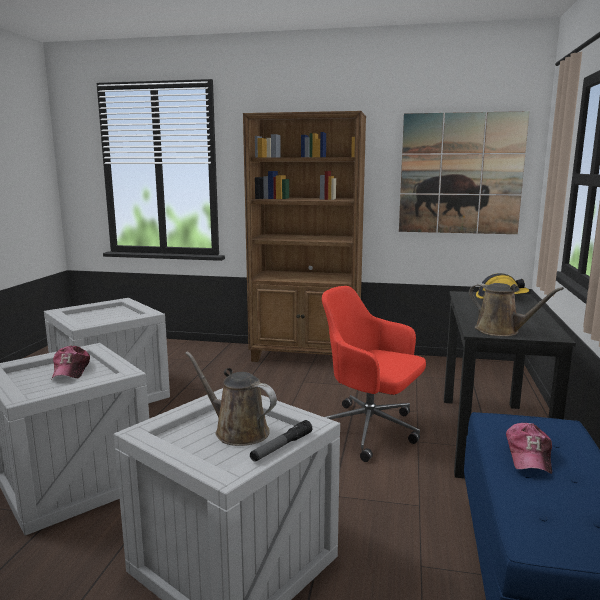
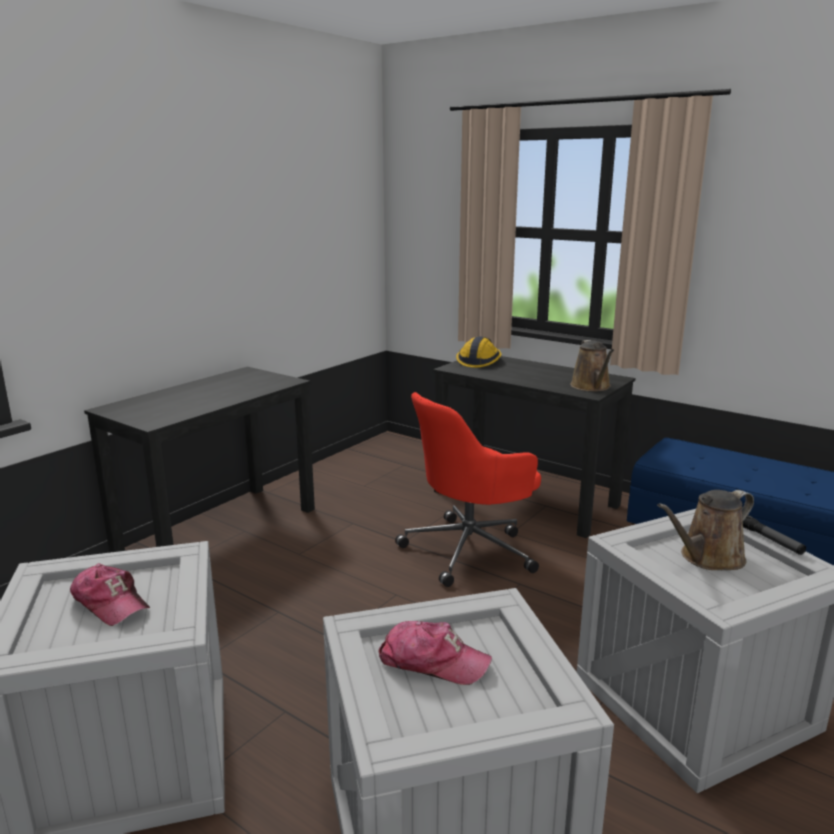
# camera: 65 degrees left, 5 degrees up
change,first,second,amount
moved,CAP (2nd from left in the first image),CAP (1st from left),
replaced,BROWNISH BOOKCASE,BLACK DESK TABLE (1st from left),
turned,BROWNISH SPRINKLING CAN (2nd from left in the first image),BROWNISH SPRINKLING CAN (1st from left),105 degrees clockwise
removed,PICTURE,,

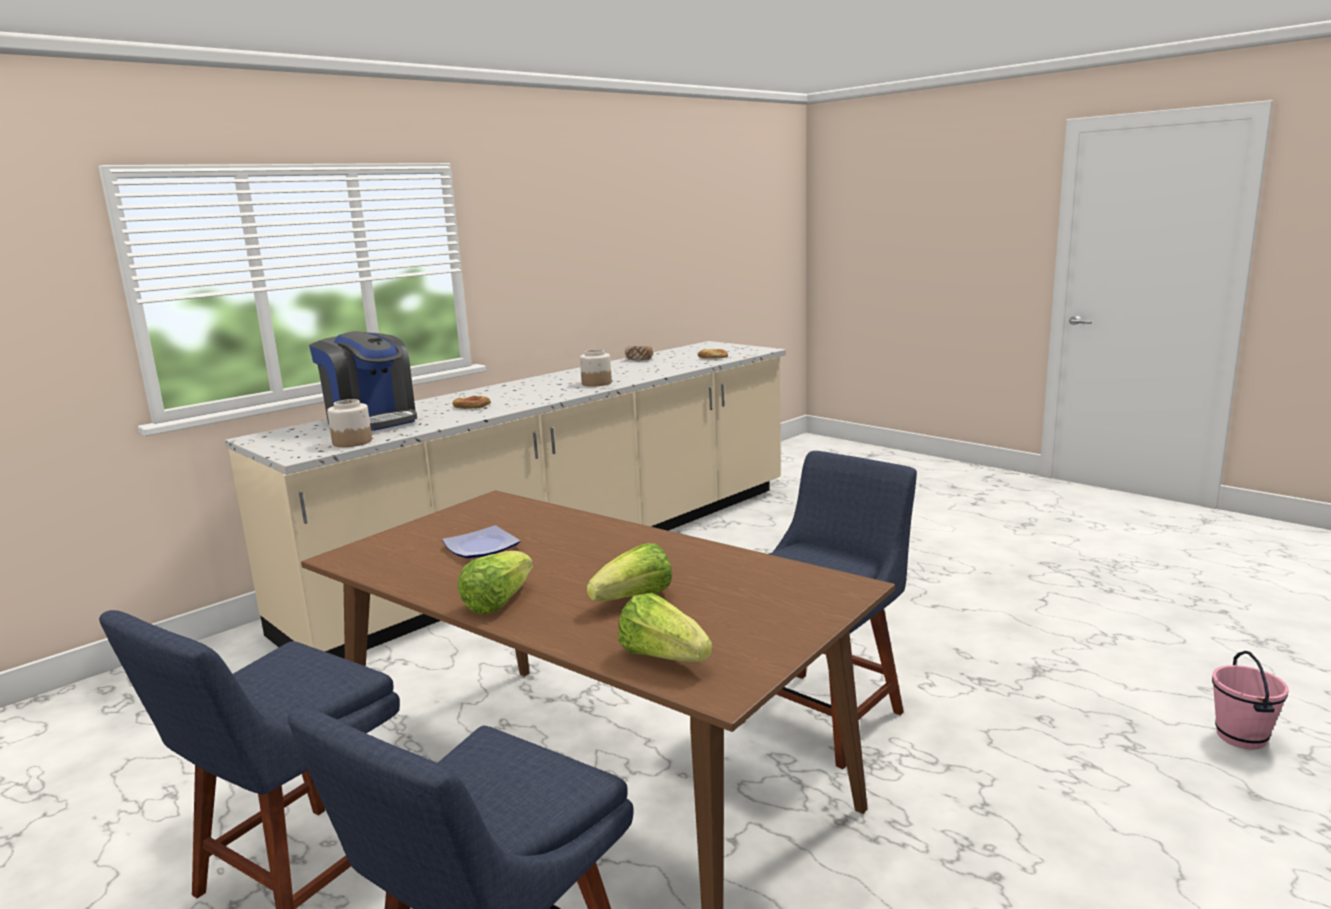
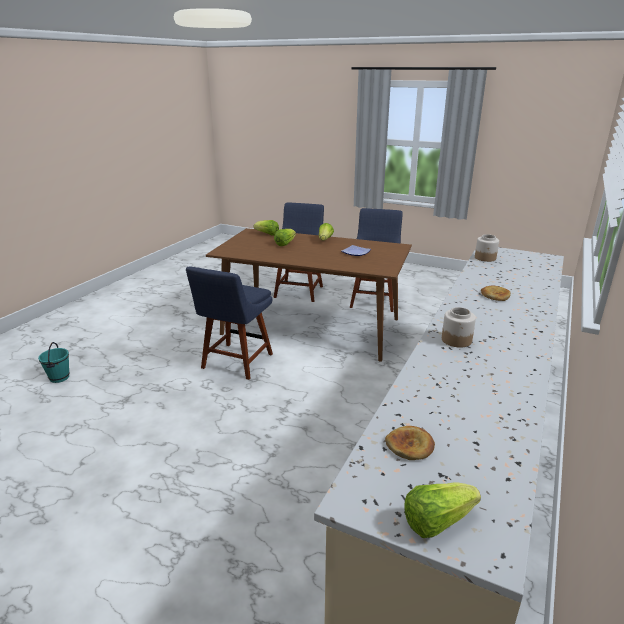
# camera: 160 degrees right, 10 degrees up
change,first,second,amount
recoloured,PINK-COLOURED BUCKET,TURQUOISE-COLOURED BUCKET,
added,,HEAD OF LETTUCE (4th from left),
removed,COFFEE MACHINE,,
removed,BREAD (2nd from left),,

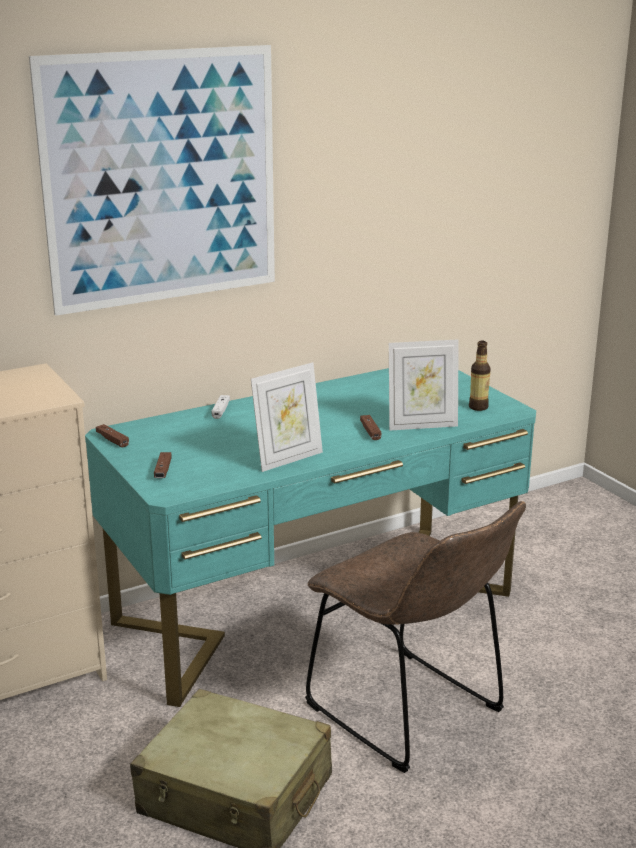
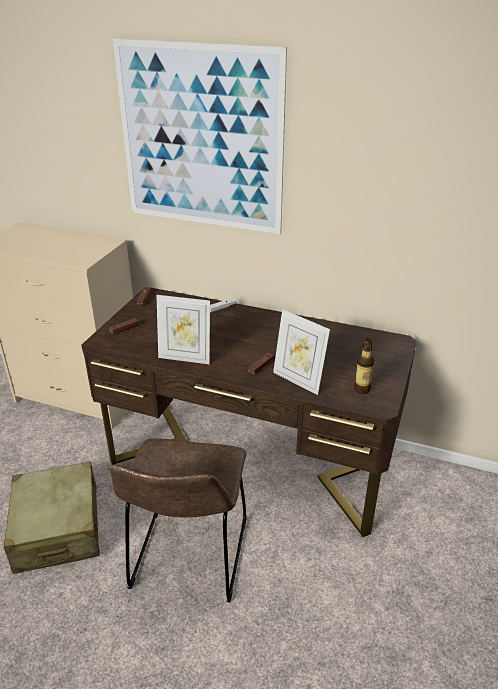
# camera: 50 degrees right, 10 degrees up
change,first,second,amount
recoloured,TURQUOISE-COLOURED DESK TABLE,BROWNISH DESK TABLE,

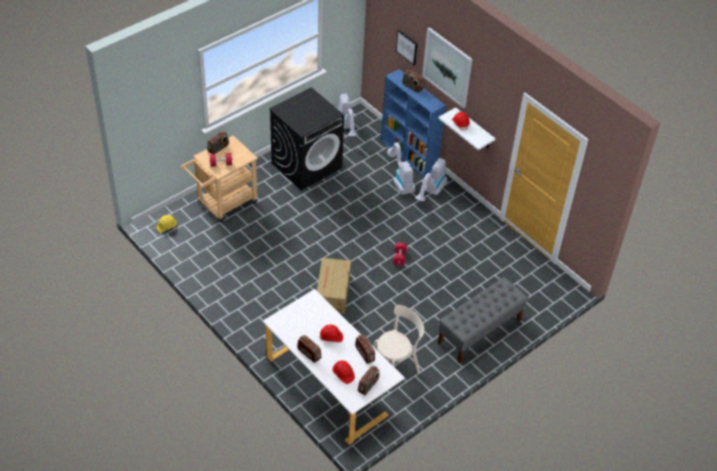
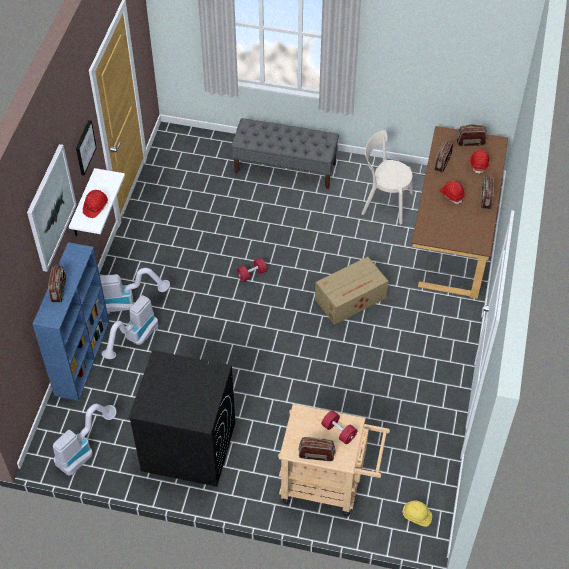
# camera: 125 degrees left, 5 degrees up
change,first,second,amount
moved,PICTURE (1st from left in the first image),PICTURE (2nd from left),
recoloured,WHITE DESK TABLE,BROWNISH DESK TABLE,

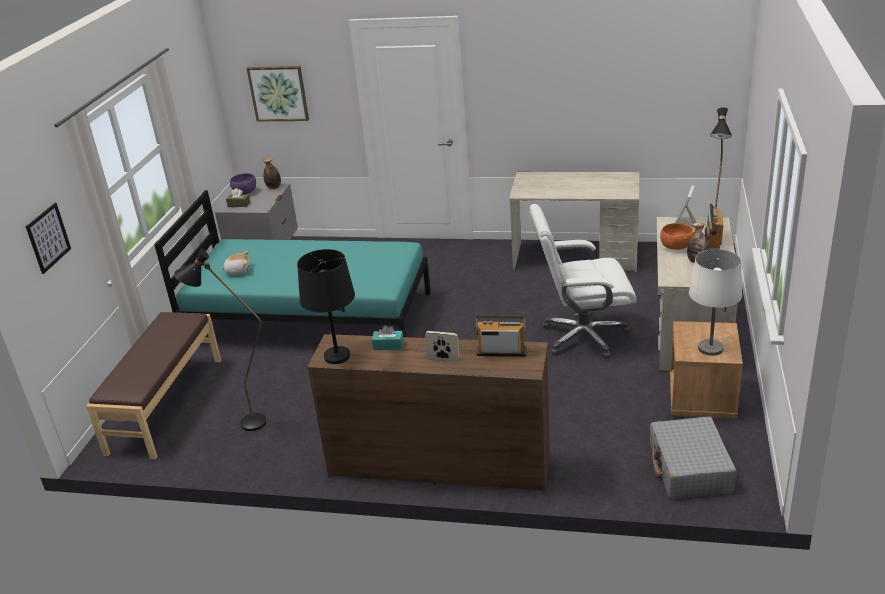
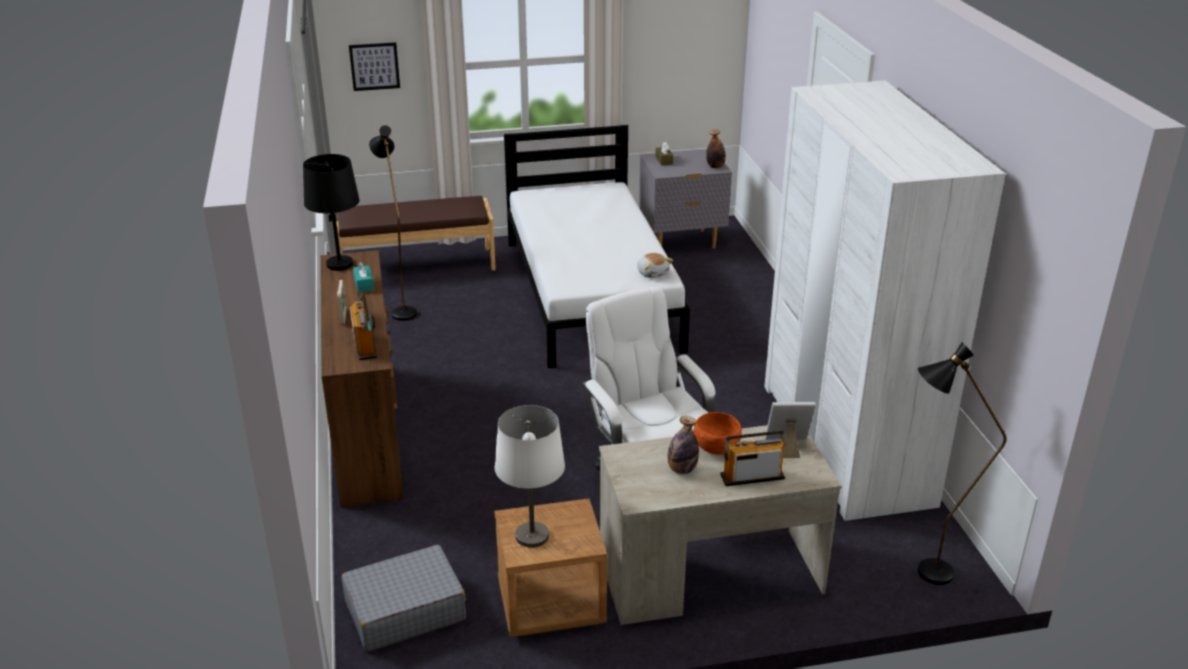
# camera: 65 degrees right, 0 degrees up
change,first,second,amount
recoloured,TURQUOISE-COLOURED BEDROOM BED,WHITE BEDROOM BED,
moved,CUDDLY TOY,,
replaced,SAND-COLOURED DESK TABLE (1st from left),WHITE WARDROBE,
removed,PURPLISH DEEP DISH,,
removed,PICTURE (2nd from left),,

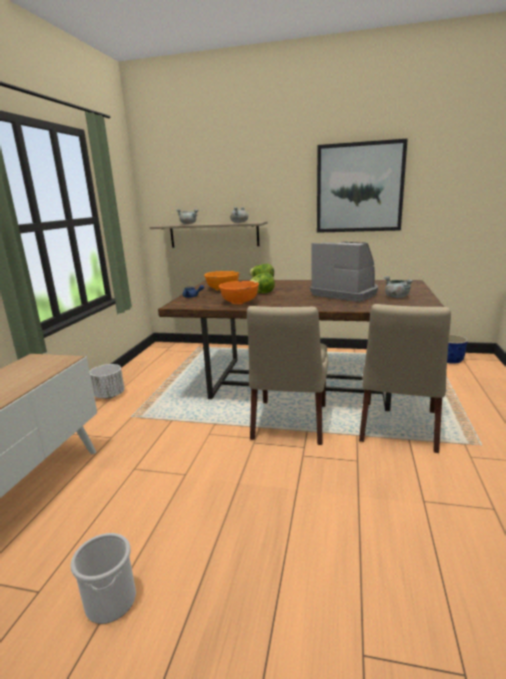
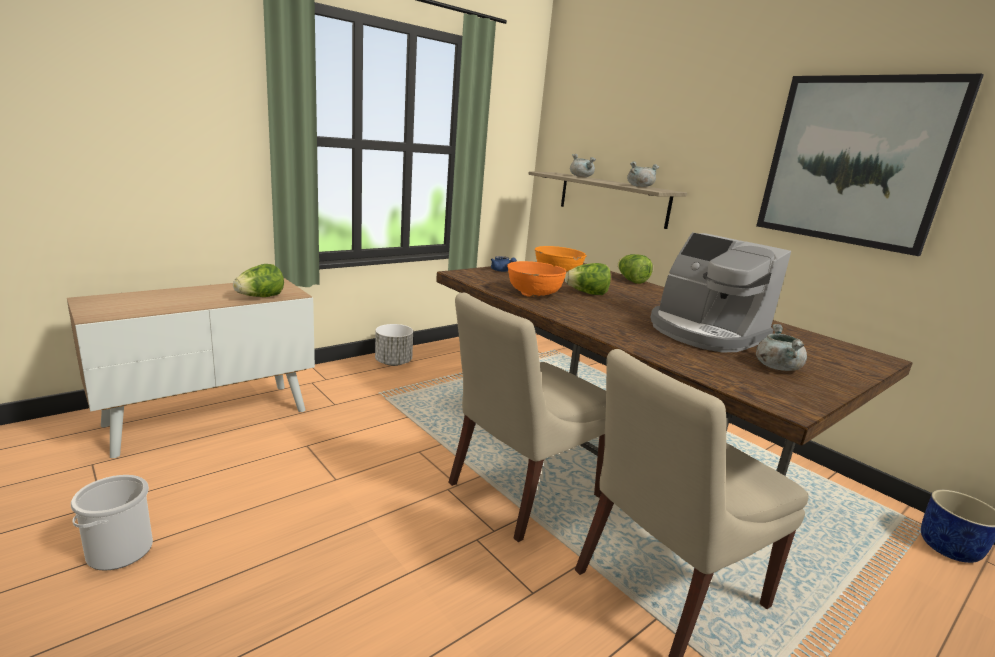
# camera: 35 degrees right, 0 degrees up
change,first,second,amount
added,,HEAD OF LETTUCE (1st from left),
turned,COFFEE MACHINE,,150 degrees clockwise

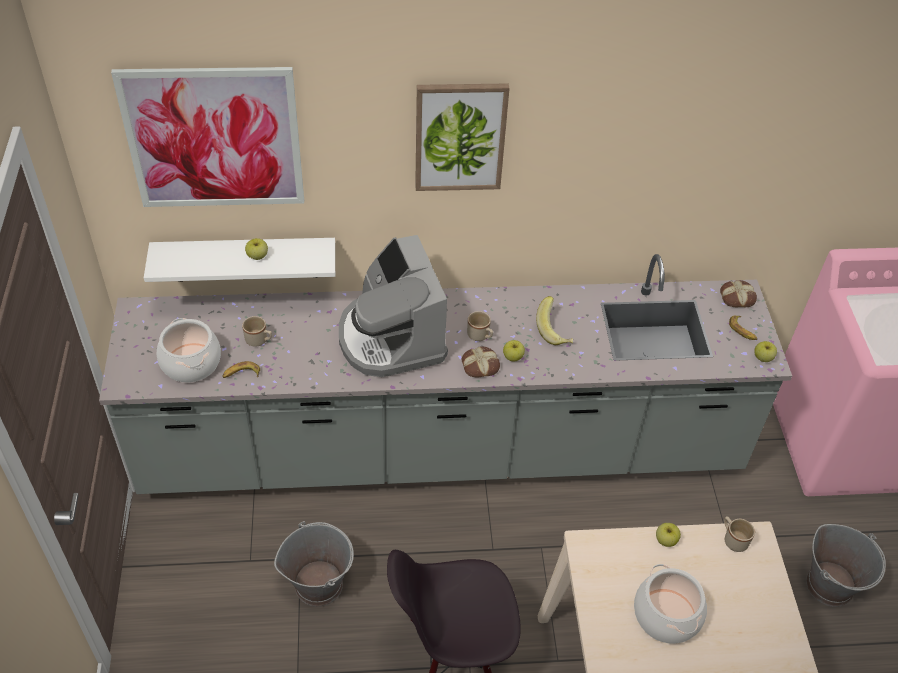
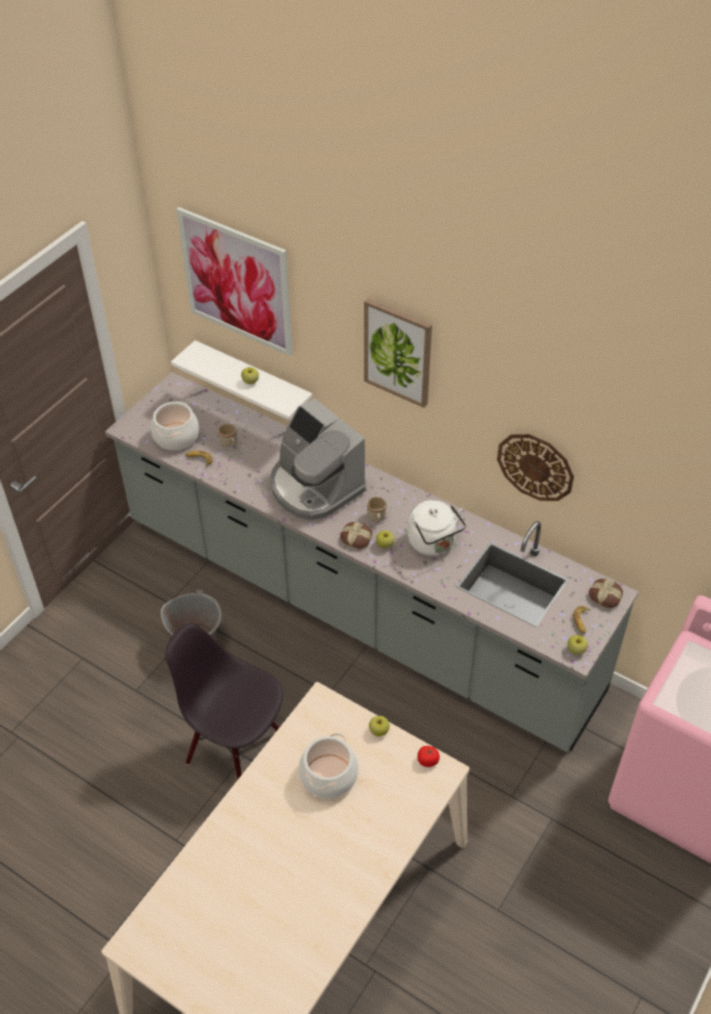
# camera: 40 degrees right, 0 degrees up
change,first,second,amount
turned,COFFEE MACHINE,,60 degrees counterclockwise
replaced,WHOLE BANANA (2nd from left),WHITE TEA KETTLE,
replaced,SAND-COLOURED TEA MUG (3rd from left),TOMATO,
added,,CLOCK ON THE WALL,
removed,GREYISH BUCKET (2nd from left),,

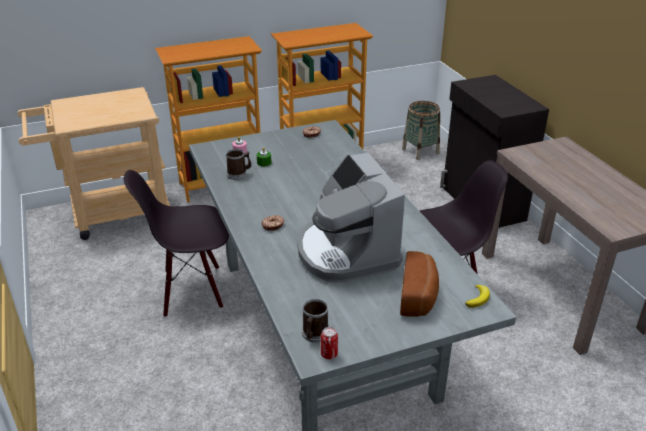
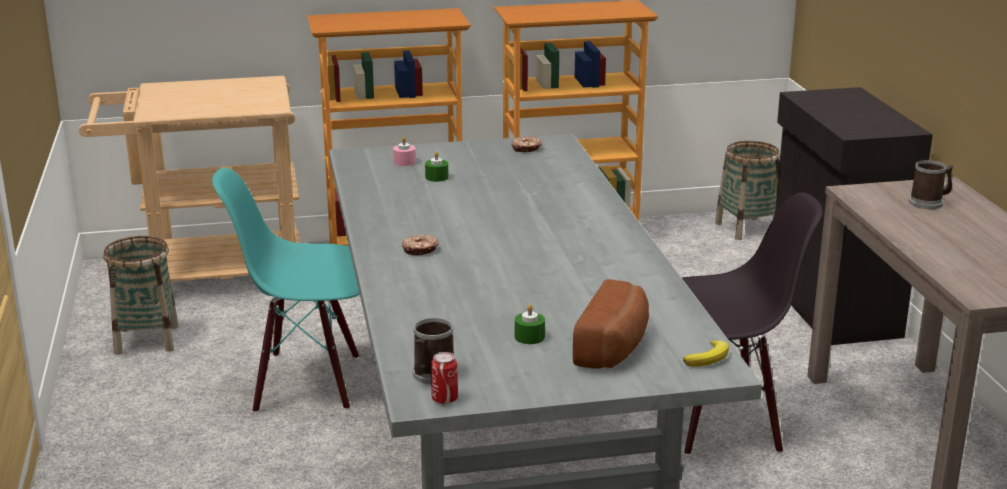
# camera: 10 degrees right, 10 degrees down
change,first,second,amount
added,,BASKET (1st from left),
recoloured,BLACK PLAIN CHAIR (1st from left),TURQUOISE-COLOURED PLAIN CHAIR,
added,,GREEN CANDLE (2nd from left),
moved,TEA MUG (1st from left in the first image),TEA MUG (2nd from left),
removed,COFFEE MACHINE,,

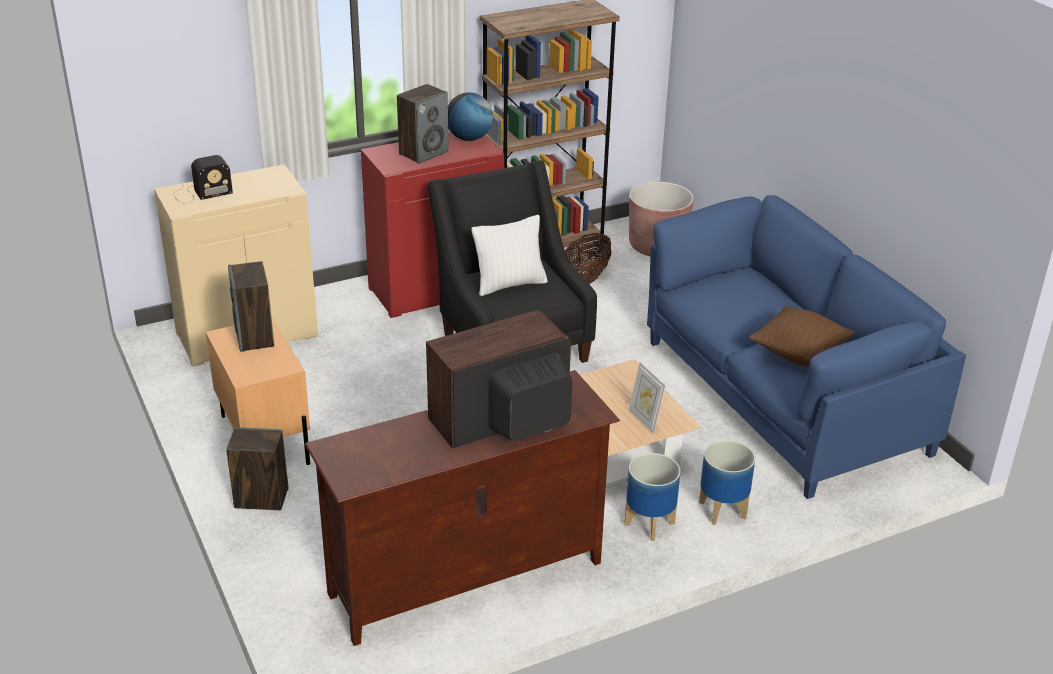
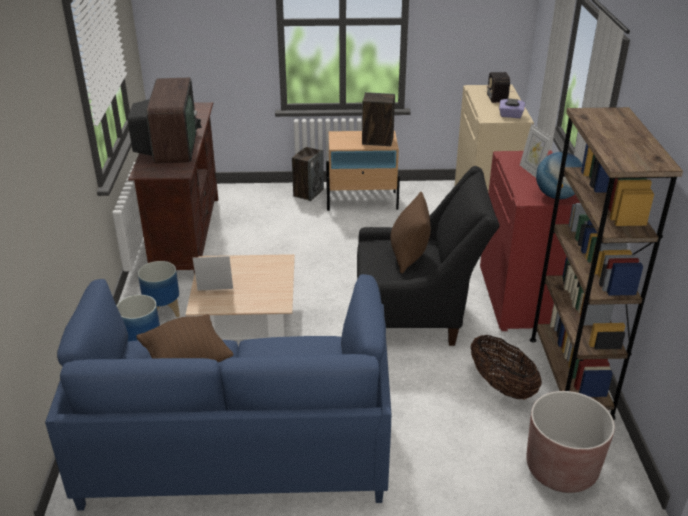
# camera: 115 degrees right, 0 degrees up
change,first,second,amount
recoloured,WHITE PILLOW,BROWNISH PILLOW (2nd from left),
added,,PURPLISH TISSUE BOX,
replaced,AUDIO SPEAKER (3rd from left),STANDING FRAME (2nd from left),

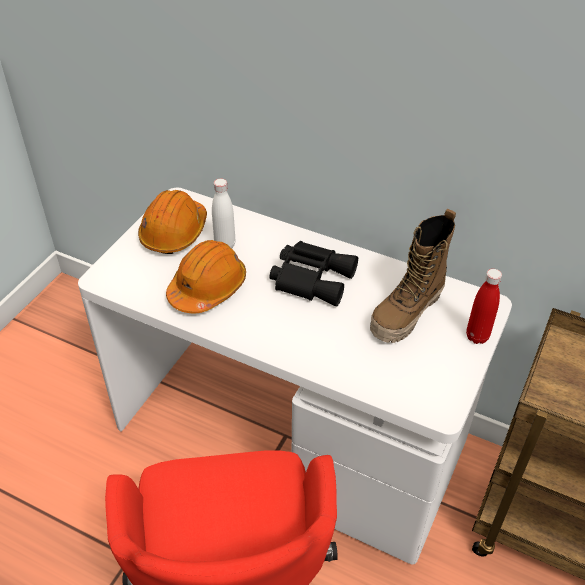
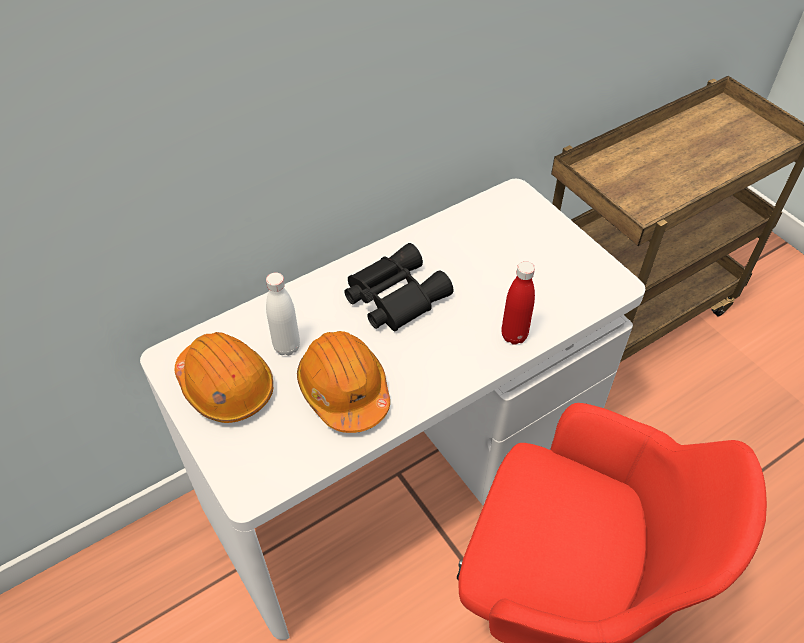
# camera: 60 degrees left, 5 degrees up
change,first,second,amount
moved,RED-COLOURED DRINK BOTTLE,,
removed,TALL BOOT,,

